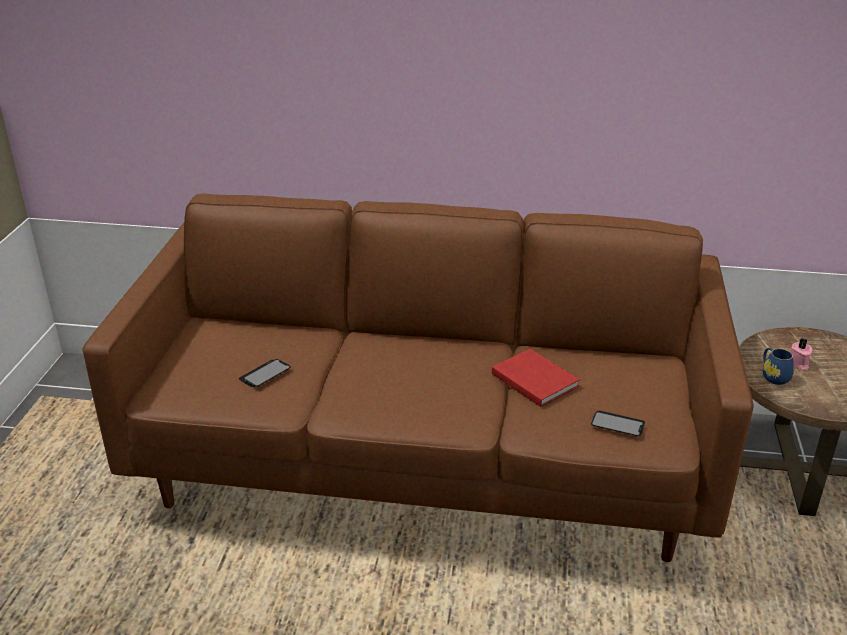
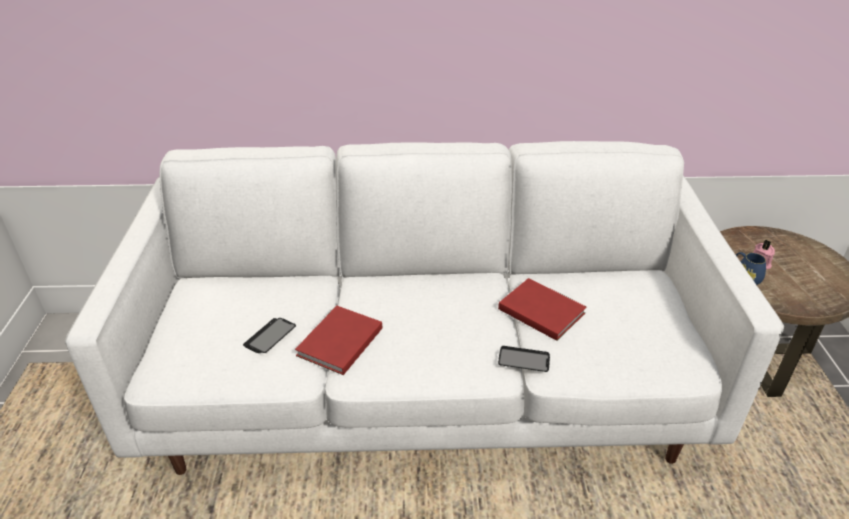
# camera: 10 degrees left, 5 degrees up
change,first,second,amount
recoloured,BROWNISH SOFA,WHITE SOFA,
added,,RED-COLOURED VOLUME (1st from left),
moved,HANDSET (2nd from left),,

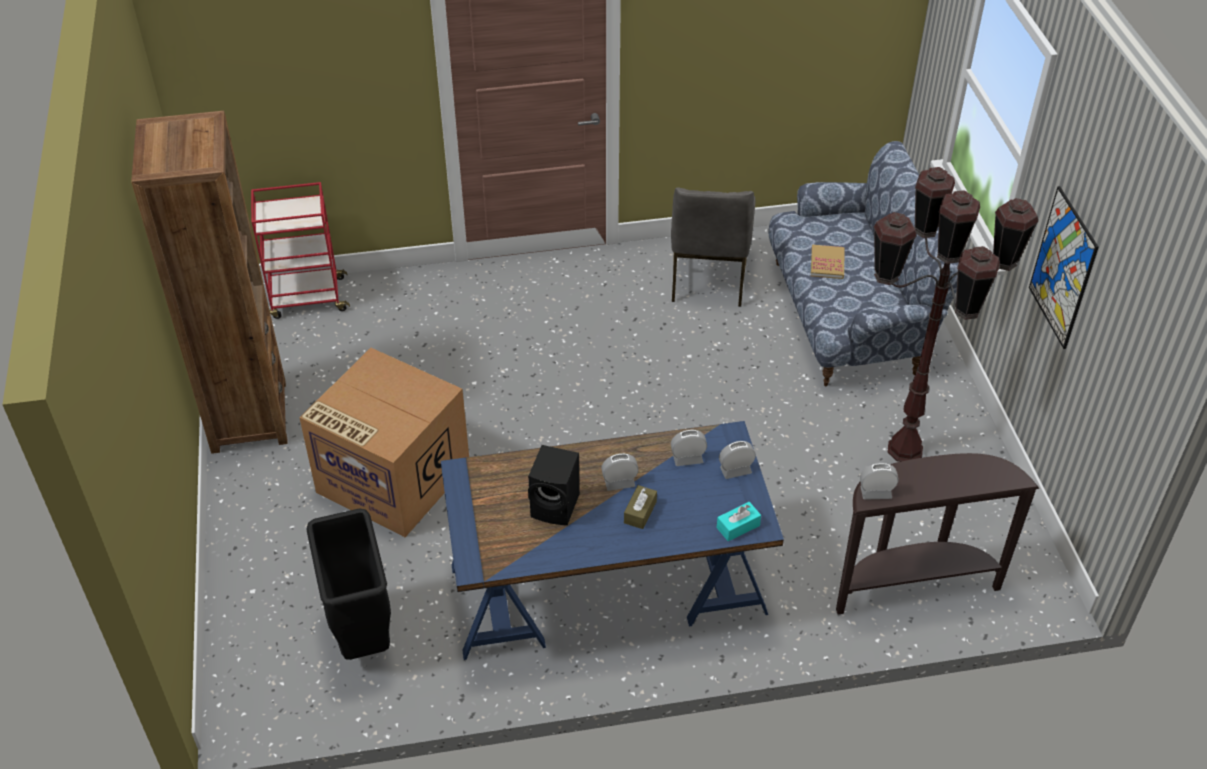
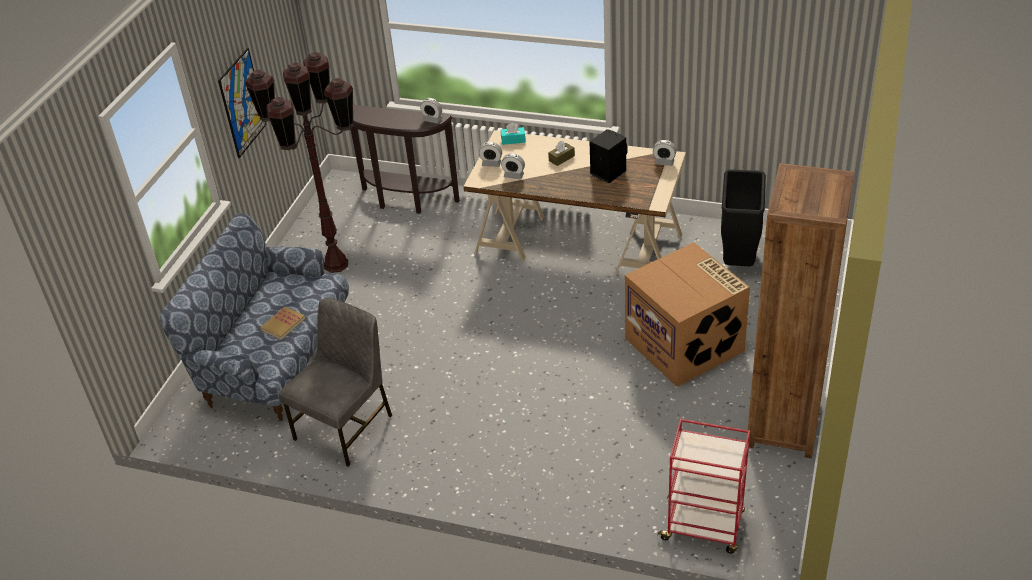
# camera: 150 degrees left, 5 degrees down
change,first,second,amount
recoloured,BLUISH DESK TABLE,SAND-COLOURED DESK TABLE,
moved,ALARM CLOCK (1st from left in the first image),ALARM CLOCK (4th from left),

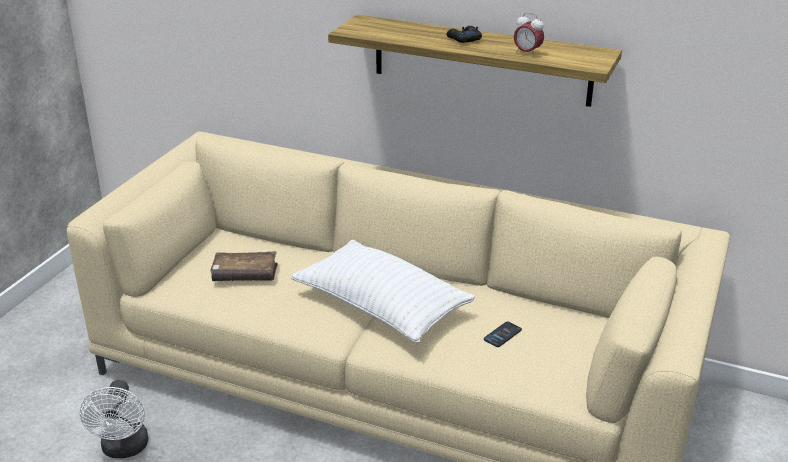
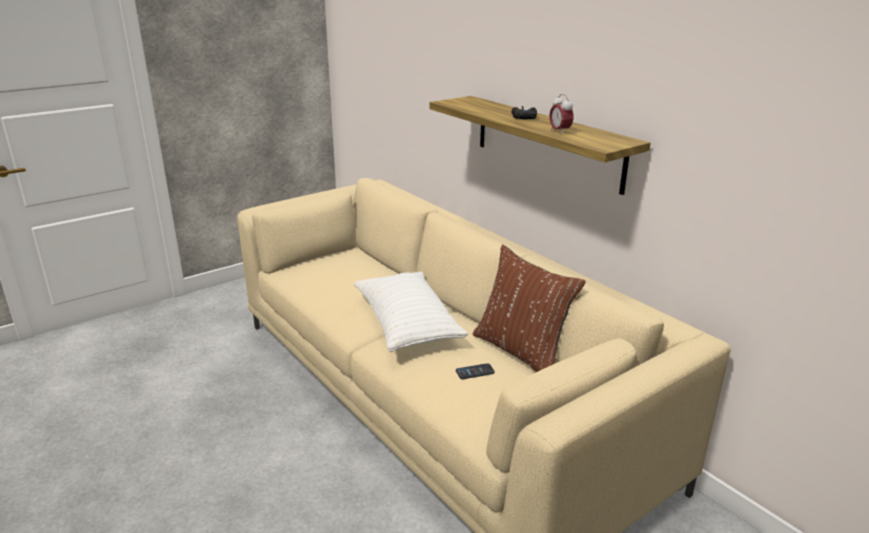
# camera: 30 degrees right, 5 degrees down
change,first,second,amount
added,,BROWNISH PILLOW,
removed,WHITE ELECTRIC FAN,,
removed,BROWNISH VOLUME,,

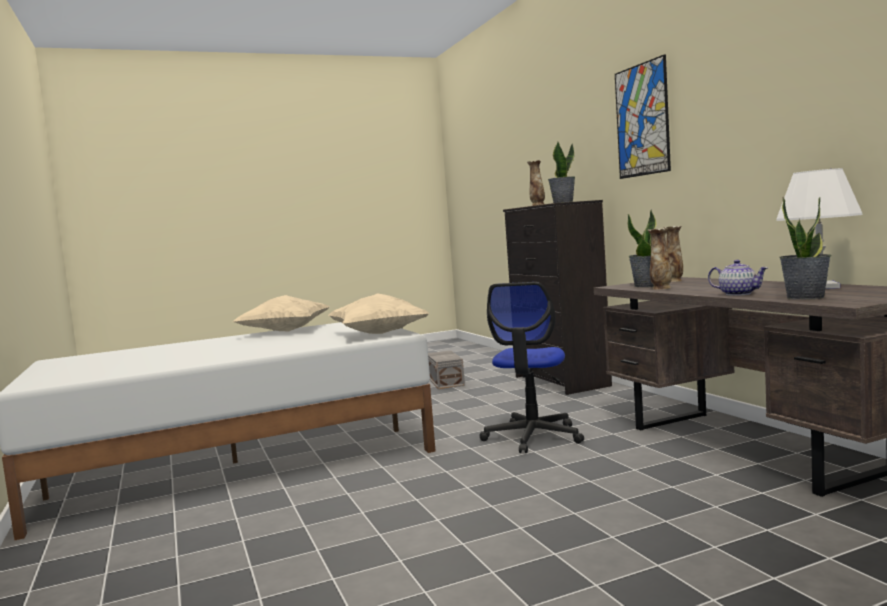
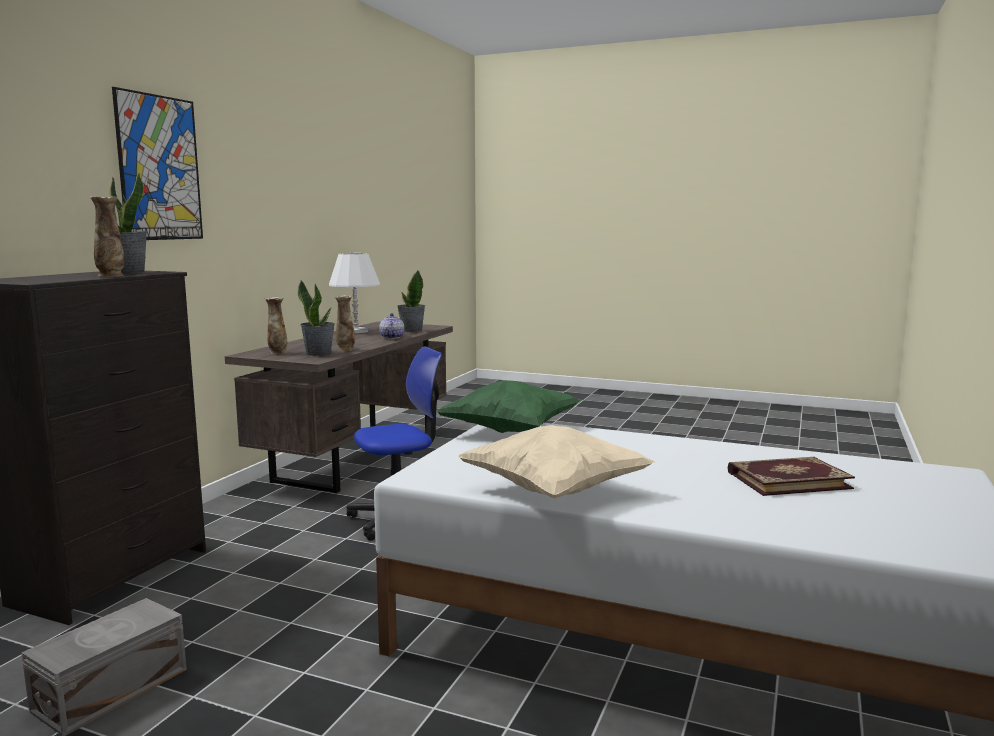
# camera: 135 degrees left, 5 degrees up
change,first,second,amount
recoloured,SAND-COLOURED PILLOW (2nd from left),GREEN PILLOW,
added,,VOLUME,

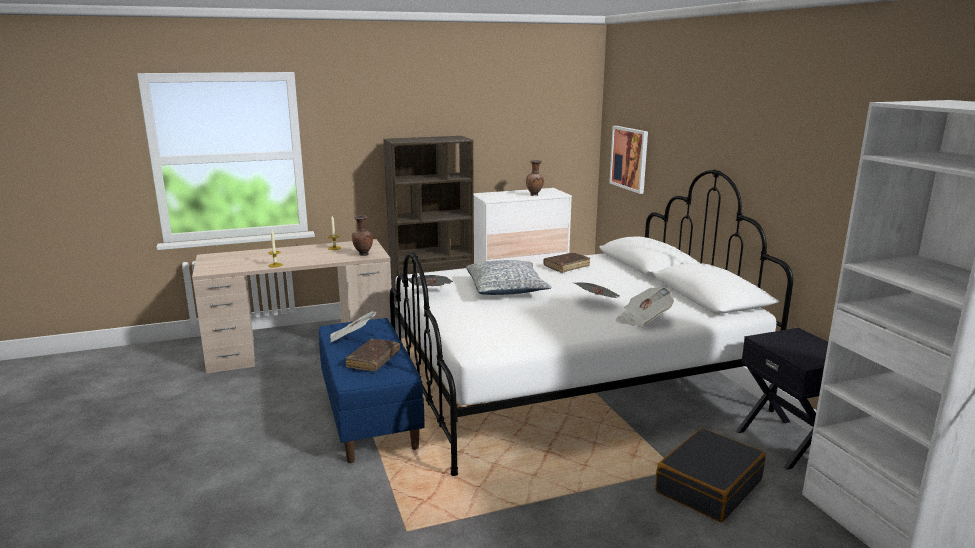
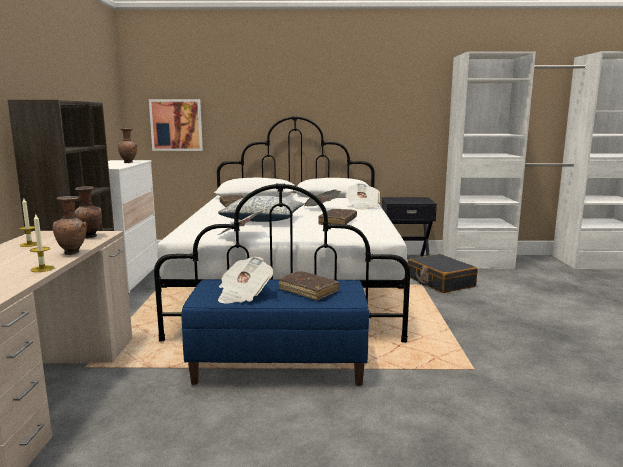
# camera: 70 degrees left, 5 degrees down
change,first,second,amount
added,,BROWNISH DECORATIVE VASE (1st from left),
added,,BROWNISH VOLUME (3rd from left),

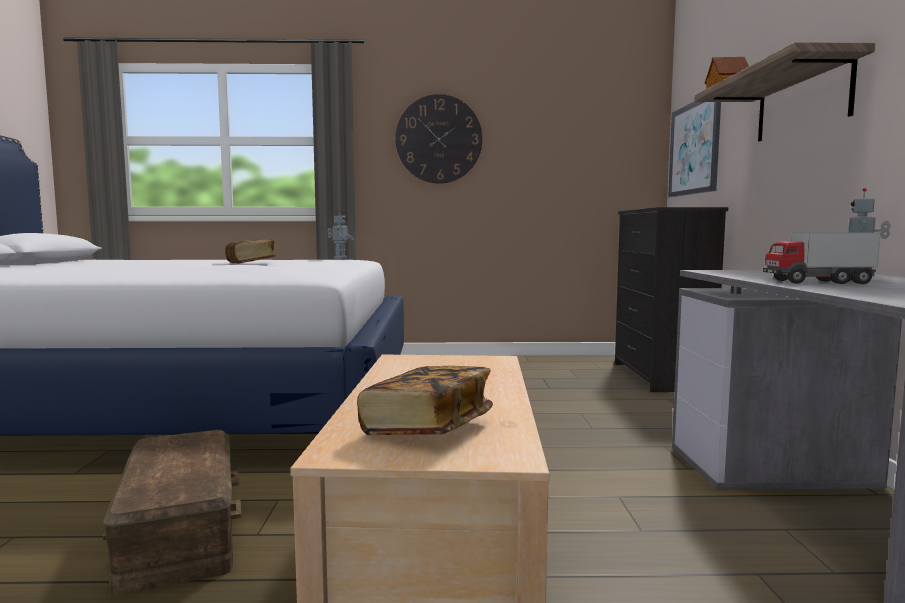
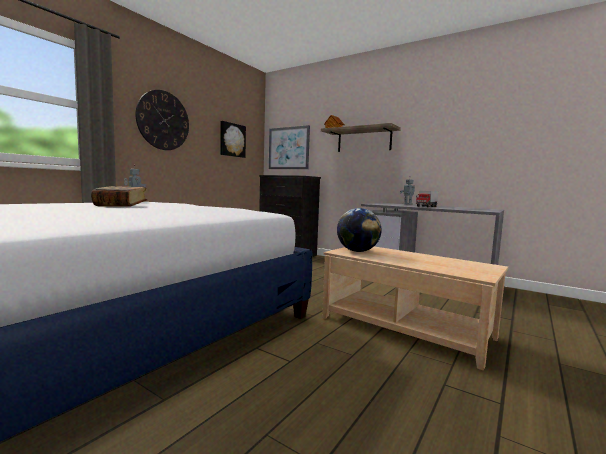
# camera: 55 degrees left, 0 degrees up
change,first,second,amount
added,,PICTURE (1st from left),
added,,GLOBE,
removed,BROWNISH STORAGE BOX,,
removed,VOLUME (2nd from left),,

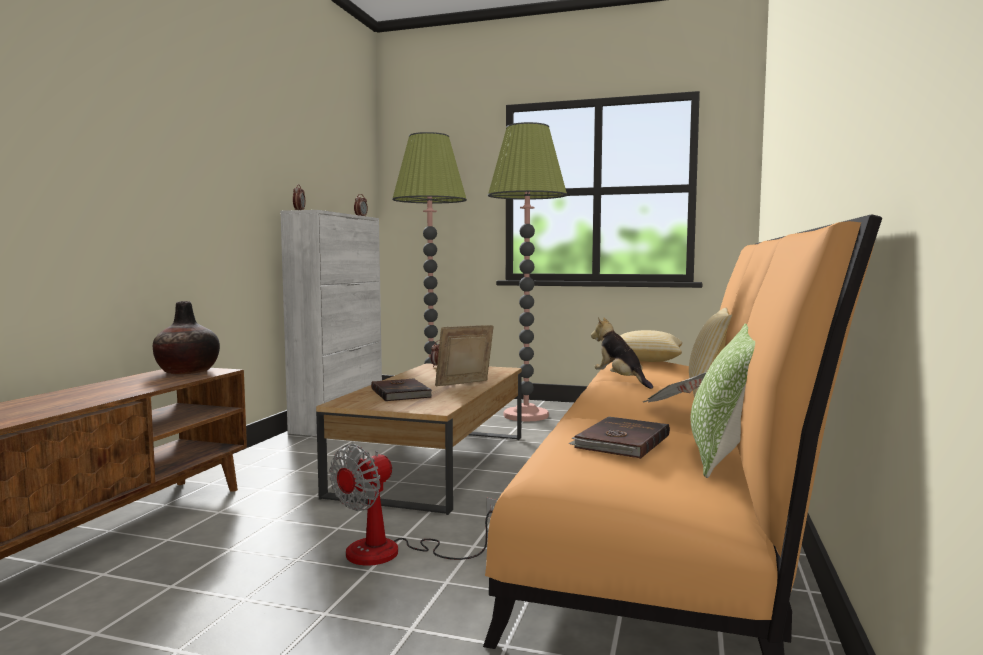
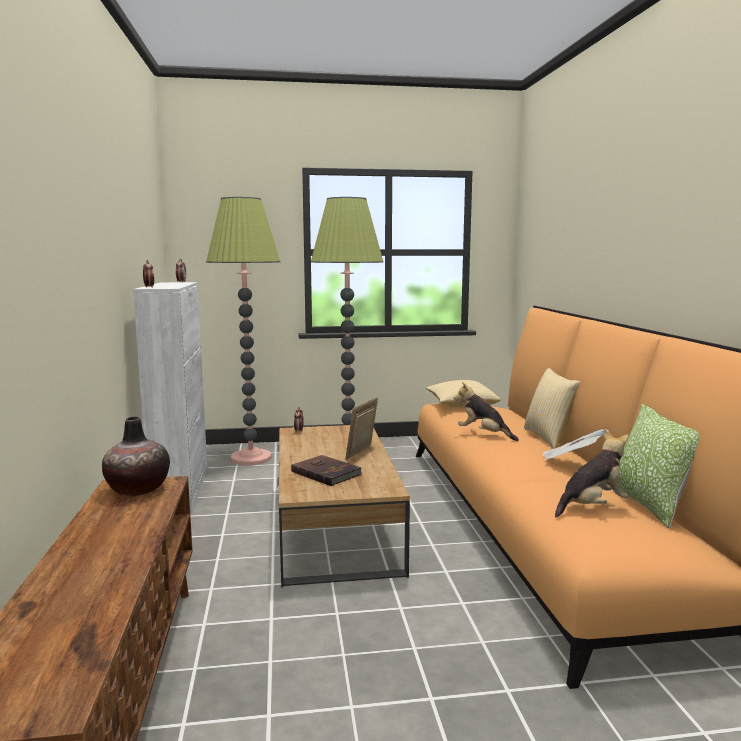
# camera: 25 degrees left, 5 degrees up
change,first,second,amount
replaced,BROWNISH VOLUME (2nd from left),CUDDLY TOY (2nd from left),
removed,ELECTRIC FAN,,

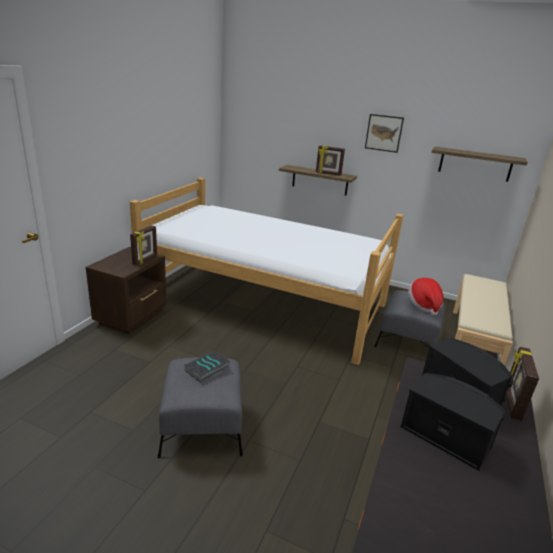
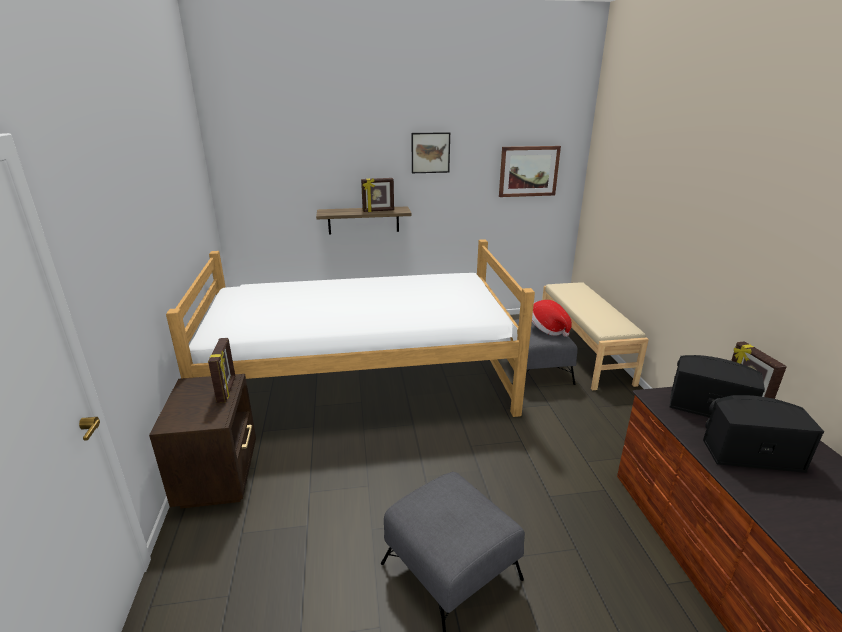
# camera: 30 degrees left, 0 degrees up
change,first,second,amount
replaced,SHELF (2nd from left),PICTURE (2nd from left),
removed,VOLUME,,

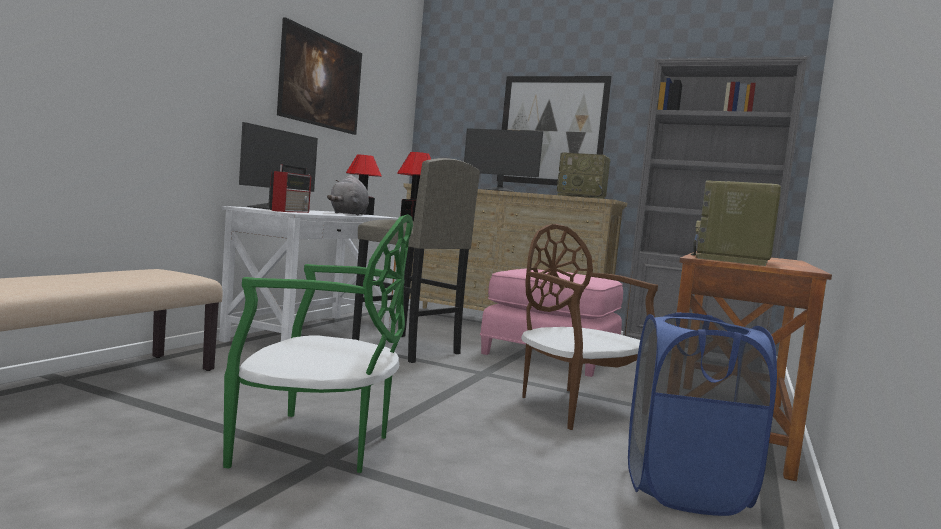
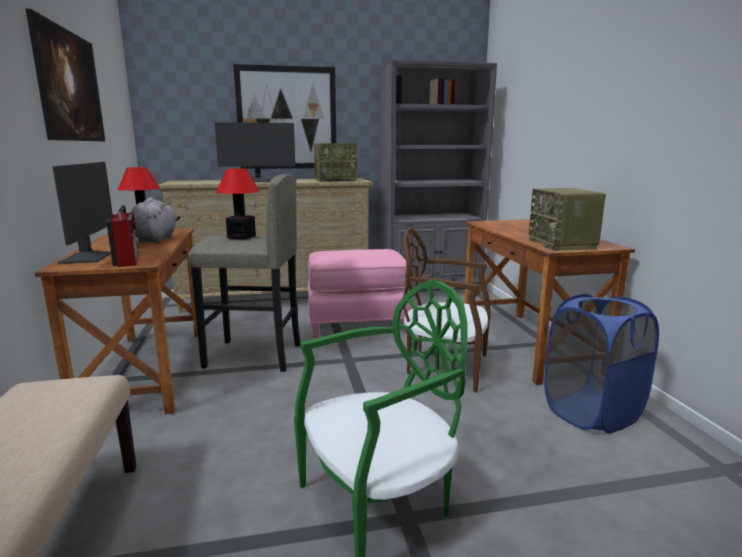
# camera: 35 degrees left, 10 degrees up
change,first,second,amount
recoloured,WHITE DESK TABLE,BROWNISH DESK TABLE (1st from left),
turned,GREYISH CUDDLY TOY,,150 degrees counterclockwise

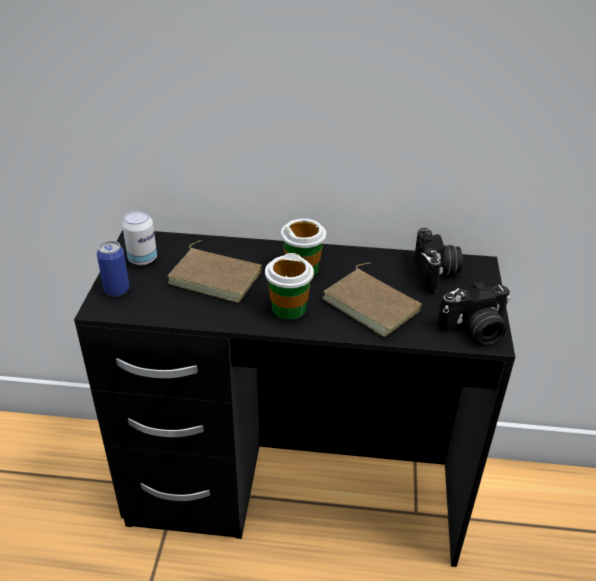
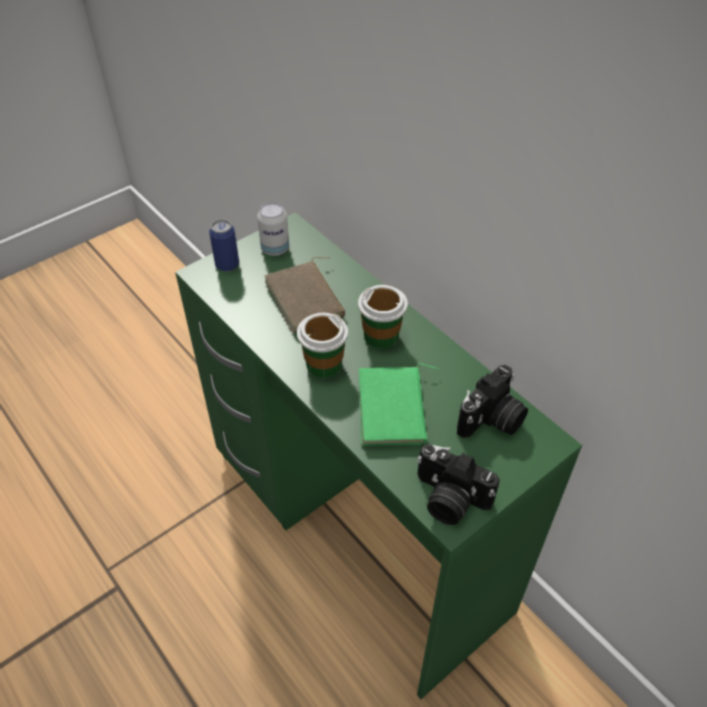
# camera: 45 degrees right, 10 degrees up
change,first,second,amount
recoloured,BLACK DESK TABLE,GREEN DESK TABLE,
recoloured,BROWNISH VOLUME (2nd from left),GREEN VOLUME,

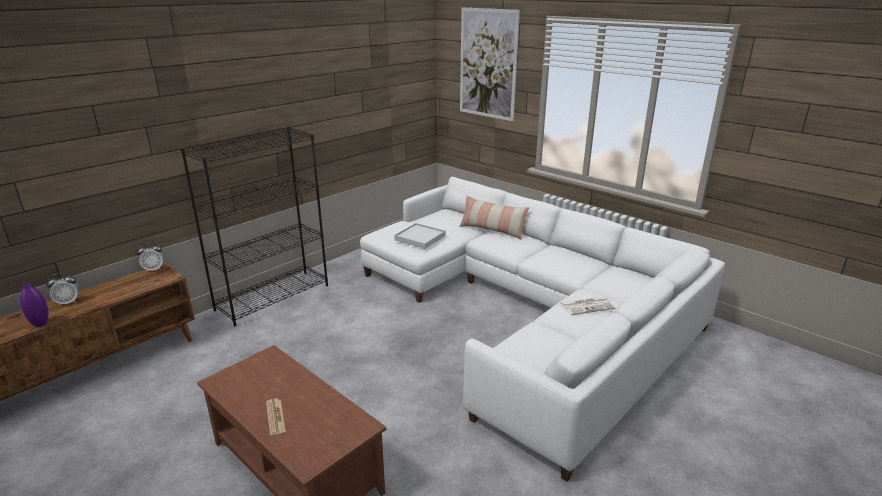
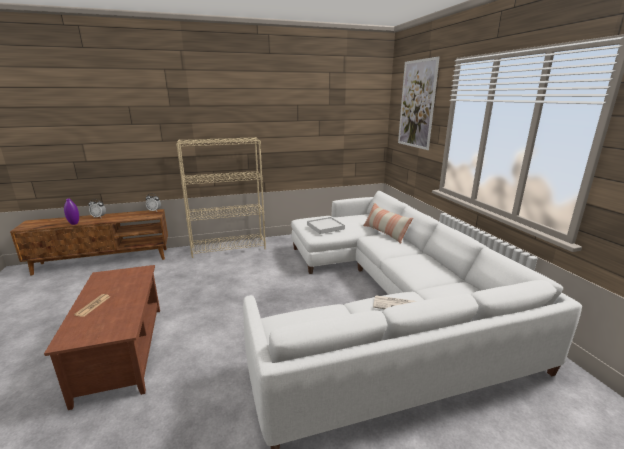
# camera: 30 degrees right, 5 degrees down
change,first,second,amount
recoloured,BLACK BOOKCASE,SAND-COLOURED BOOKCASE,

